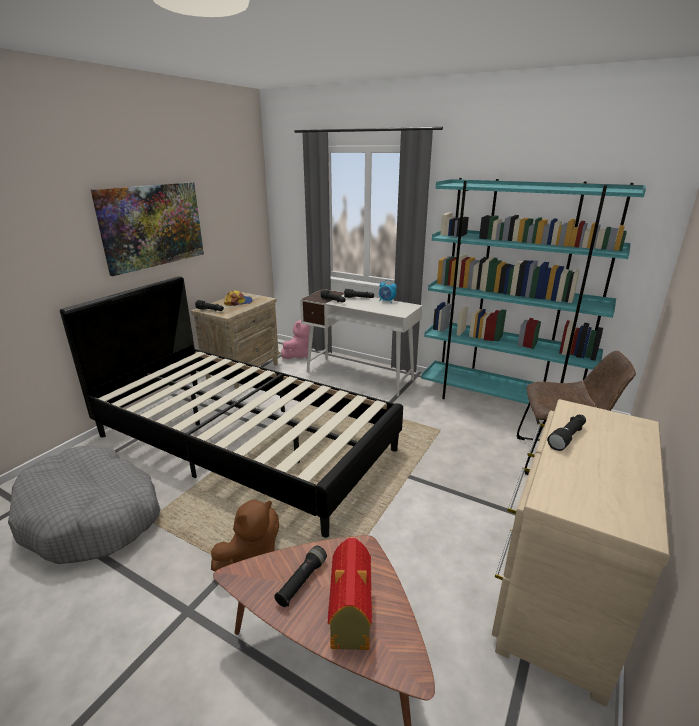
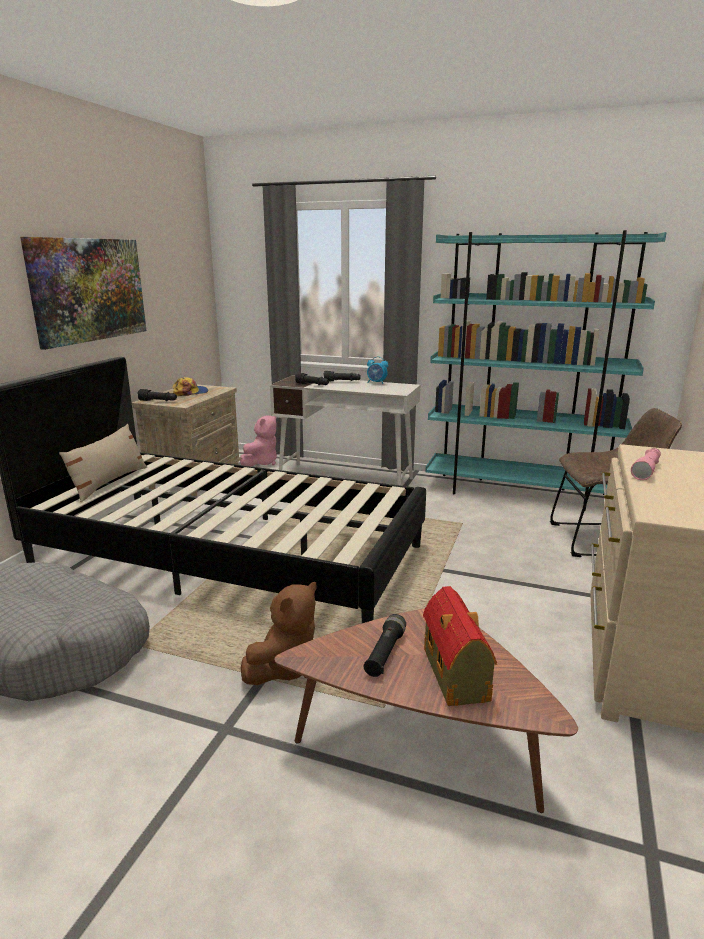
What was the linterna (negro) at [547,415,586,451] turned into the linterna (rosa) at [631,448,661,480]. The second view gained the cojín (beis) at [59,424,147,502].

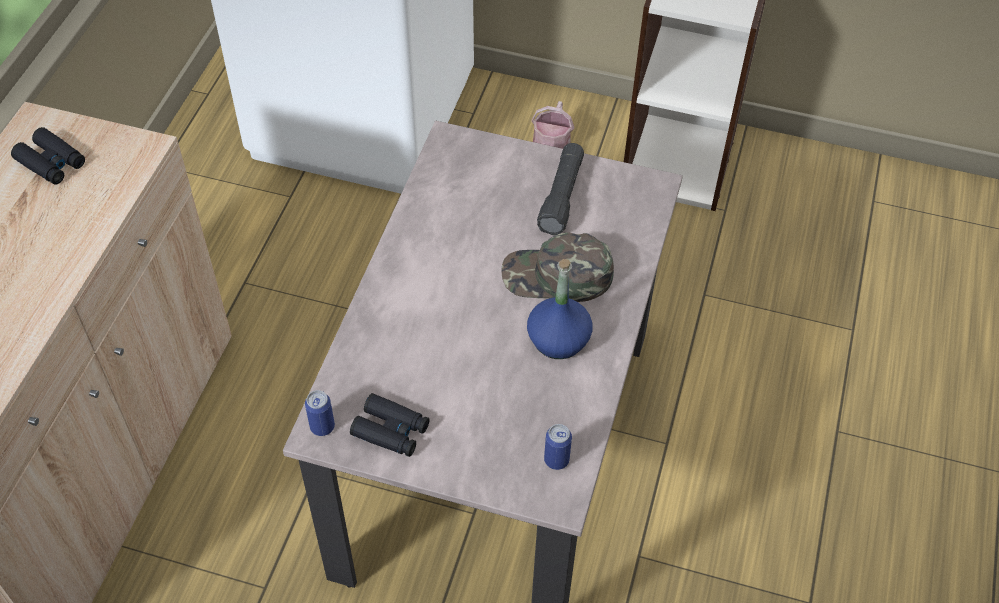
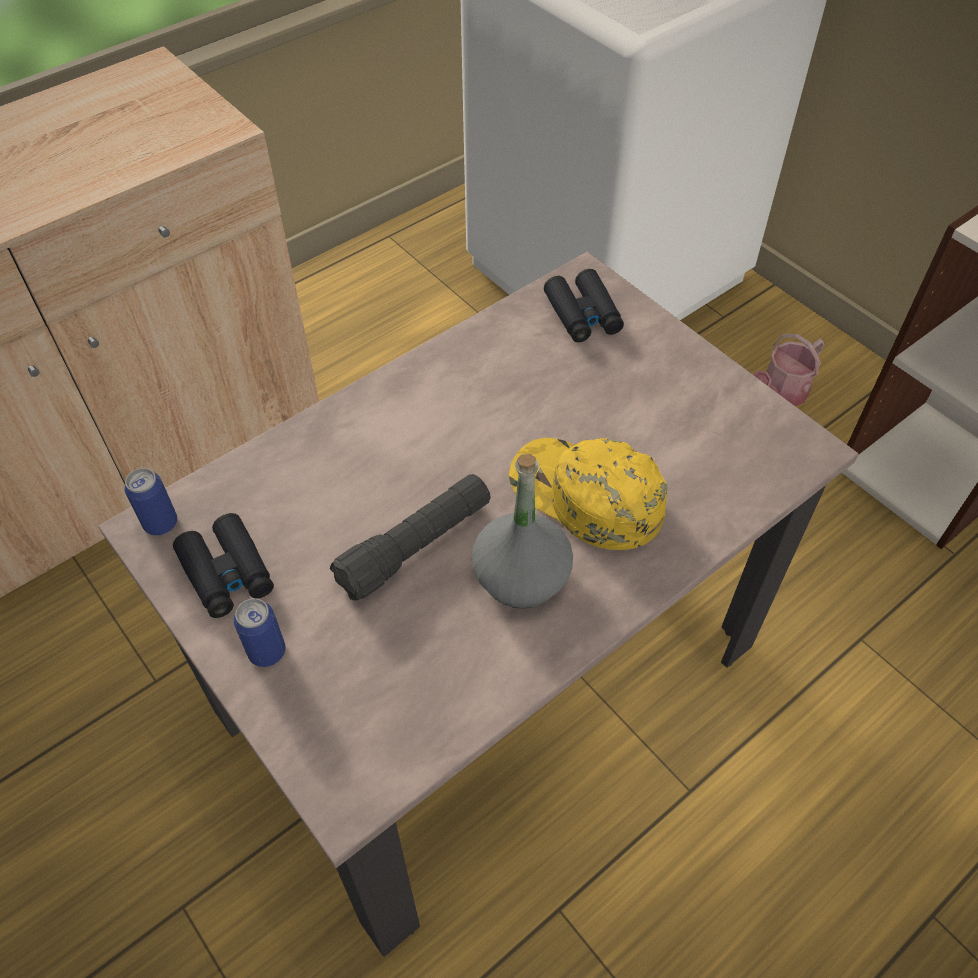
The prismáticos (negro) ended up elsewhere, having gone from [11,127,85,185] to [544,269,624,342]. The linterna (negro) ended up elsewhere, having gone from [537,143,584,236] to [330,474,491,601]. What was the gorra (verde) at [501,232,614,302] turned into the gorra (amarillo) at [509,438,668,550]. What was the botella (azul) at [527,259,592,359] turned into the botella (gris) at [472,454,573,609]. The lata ended up elsewhere, having gone from [544,424,572,470] to [234,598,285,667].

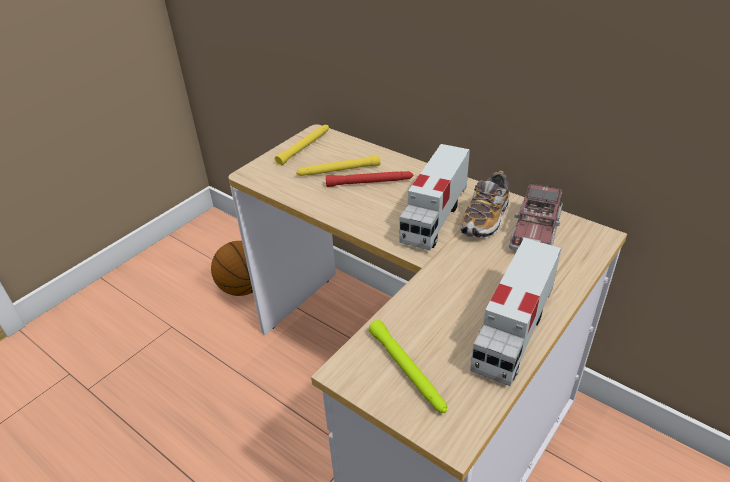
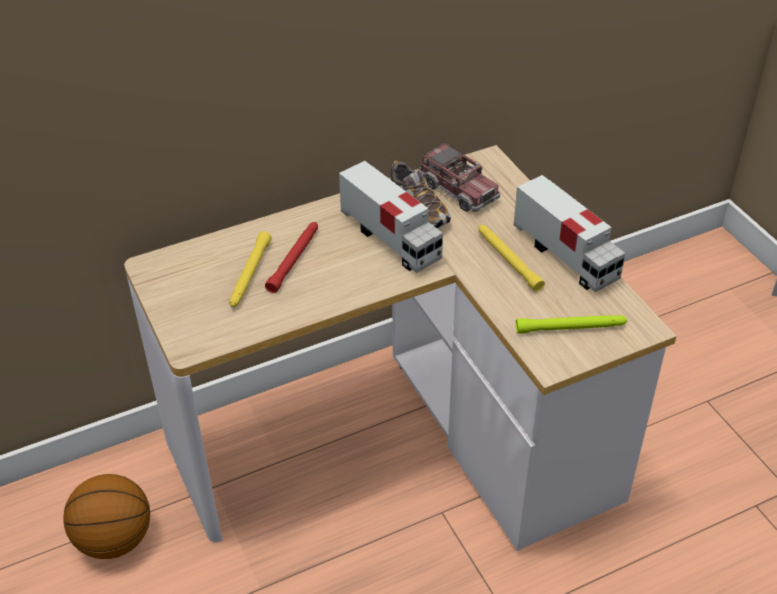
The linterna (amarillo) ended up elsewhere, having gone from [275,125,329,166] to [478,225,545,292].

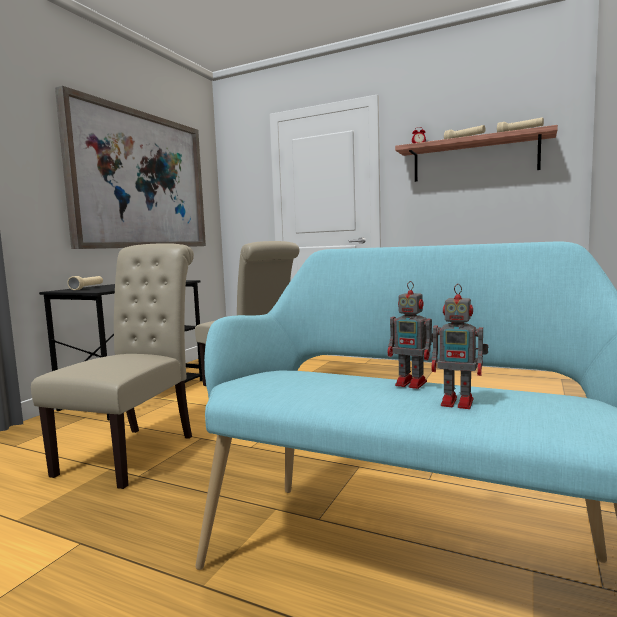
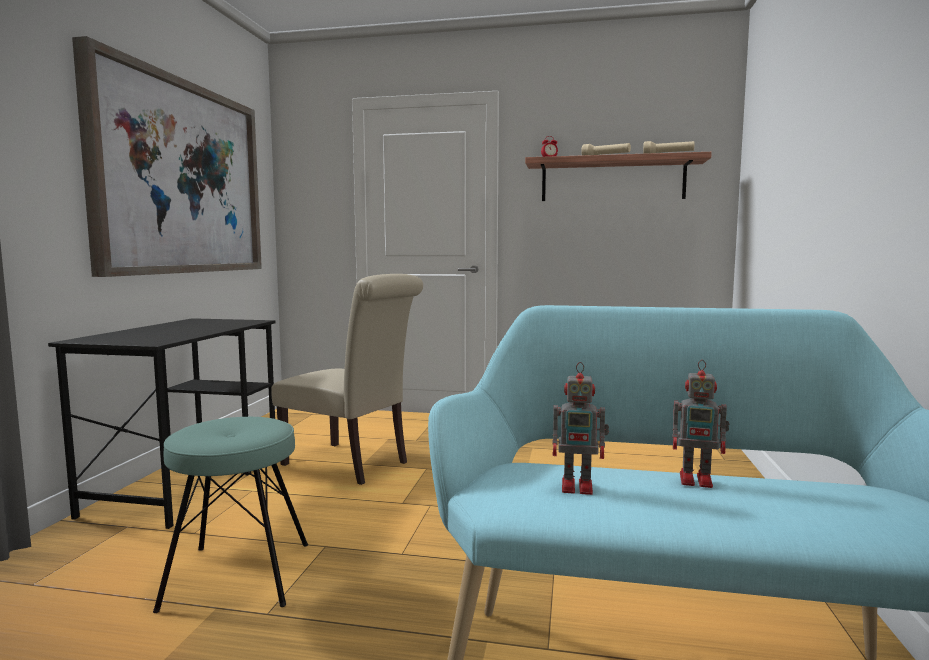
Where the silla (beis) stood at [31,243,194,489], the taburete (turquesa) came to stand at [153,417,308,613]. The second view lost the linterna (beis) at [67,276,103,290]. The robot de juguete ended up elsewhere, having gone from [431,284,488,409] to [552,362,609,495].

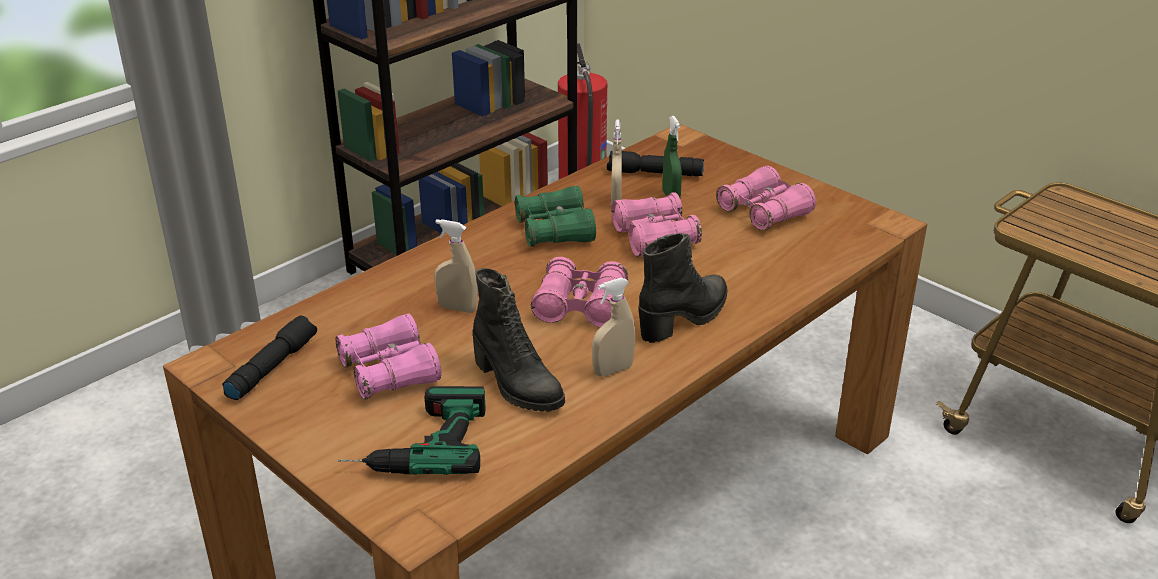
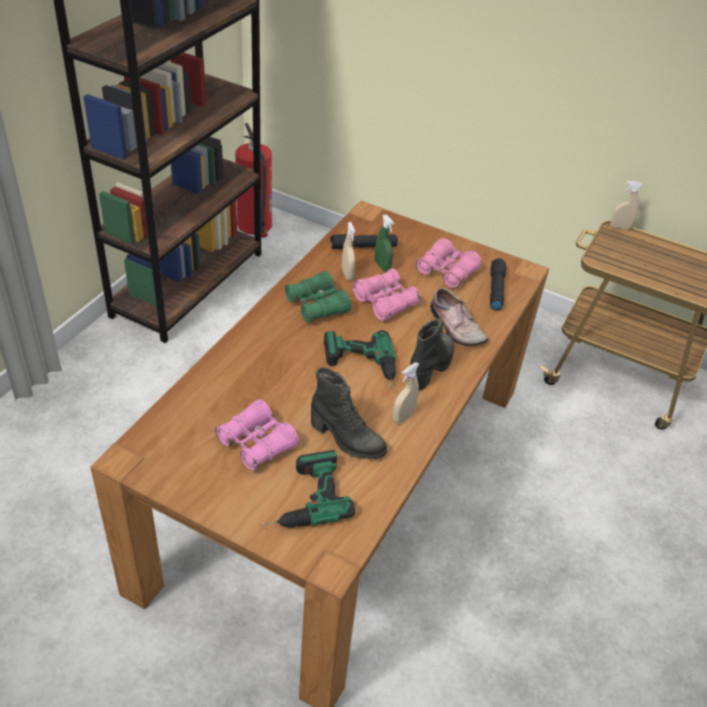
The pulverizador (beis) ended up elsewhere, having gone from [435,219,478,313] to [610,181,643,229]. Where the prismáticos (rosa) stood at [531,257,628,328], the taladro came to stand at [324,330,396,390]. The linterna (negro) ended up elsewhere, having gone from [222,316,317,400] to [490,258,506,310]. The second view gained the zapato at [430,288,488,346].

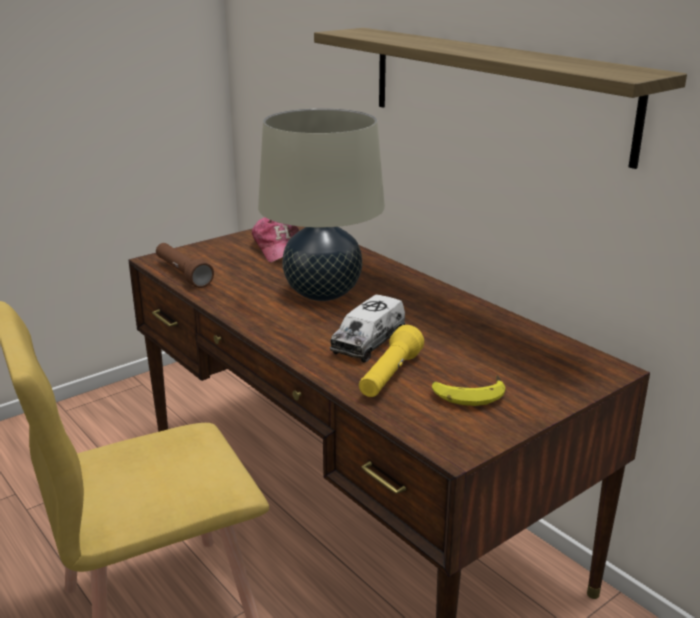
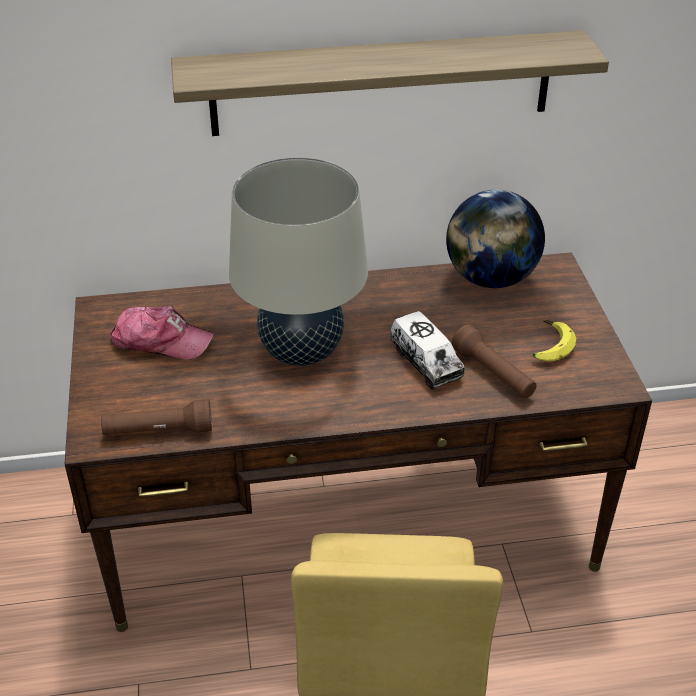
What was the linterna (amarillo) at [359,325,424,397] turned into the linterna (marrón) at [451,324,536,398]. The second view gained the globo terráqueo at [446,189,545,288].

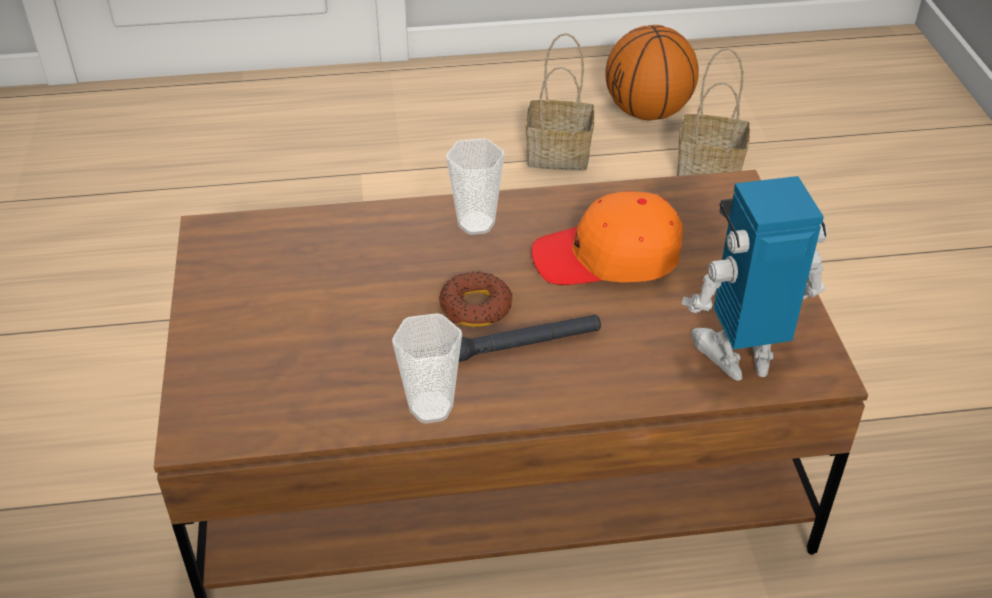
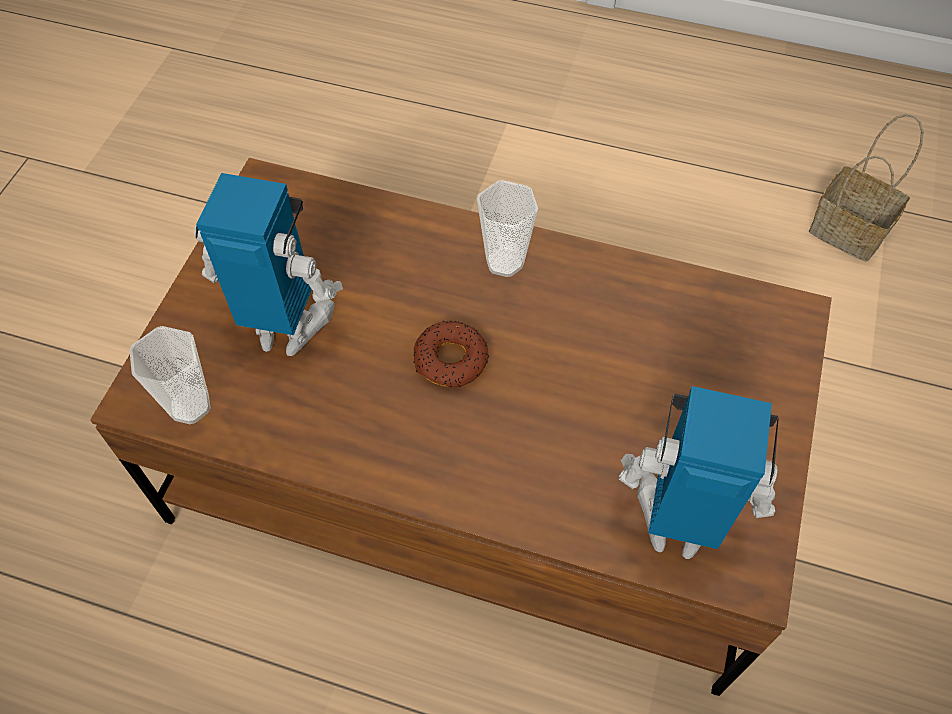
The second view lost the balón de baloncesto at [605,25,699,121]. The second view lost the cesta at [526,33,594,171]. The second view lost the gorra (naranja) at [531,191,683,285]. The taza ended up elsewhere, having gone from [392,313,462,424] to [130,326,211,424]. The second view lost the linterna (negro) at [459,314,601,362]. The second view gained the robot de juguete at [195,173,343,356].

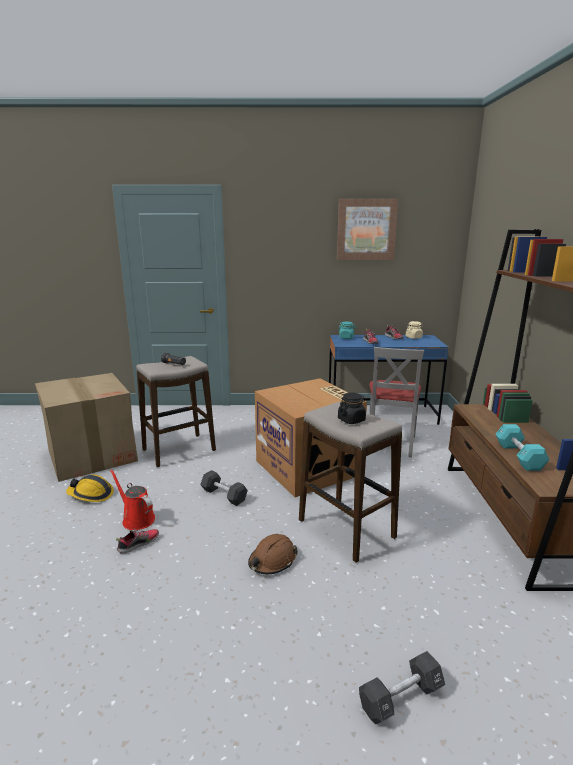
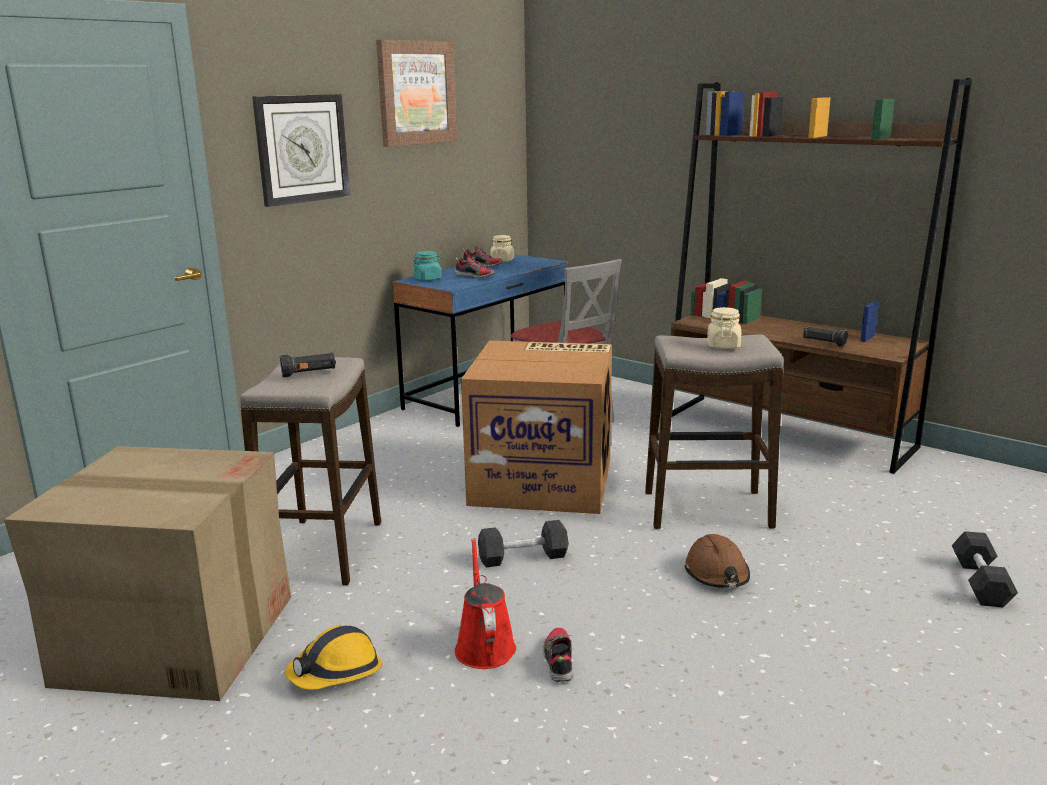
What was the tarro (negro) at [338,392,366,424] turned into the tarro (beis) at [707,307,741,349]. Where the mancuerna (turquesa) stood at [495,424,549,471], the linterna (negro) came to stand at [803,326,848,347]. The regadera (rojo) at [110,469,155,530] ended up facing another way, 90 degrees clockwise from before. The second view gained the reloj de pared at [252,94,350,207].

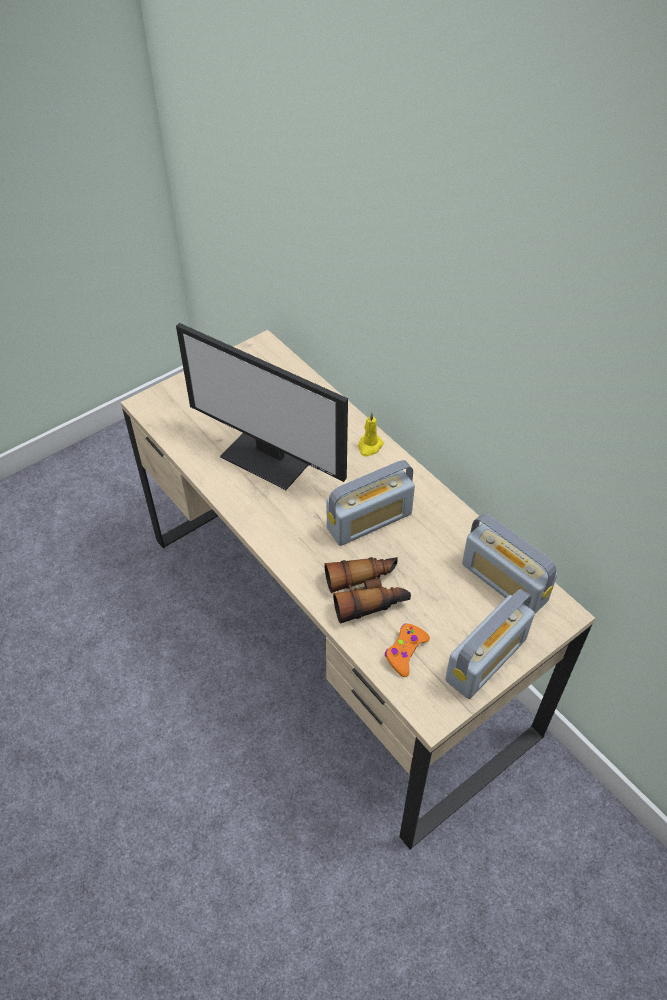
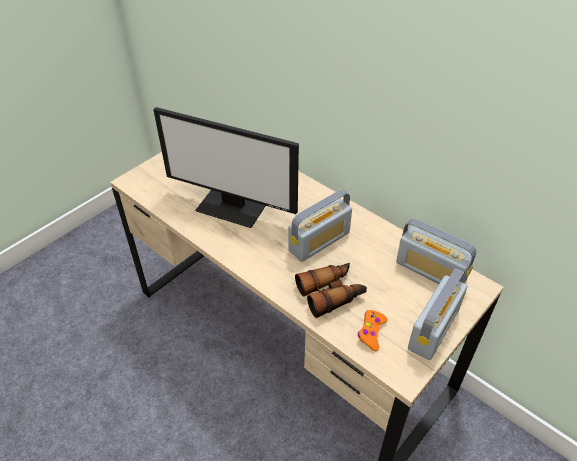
The second view lost the vela (amarillo) at [358,412,384,457].

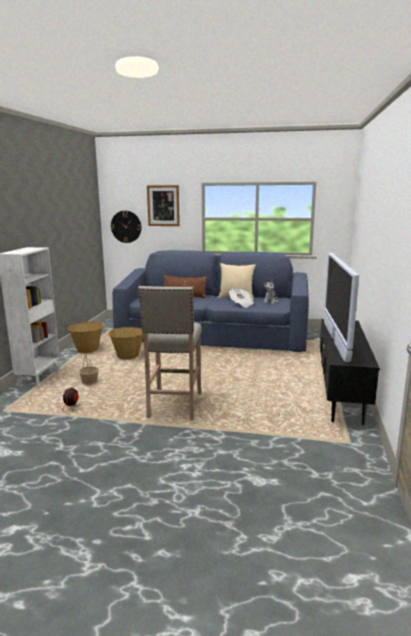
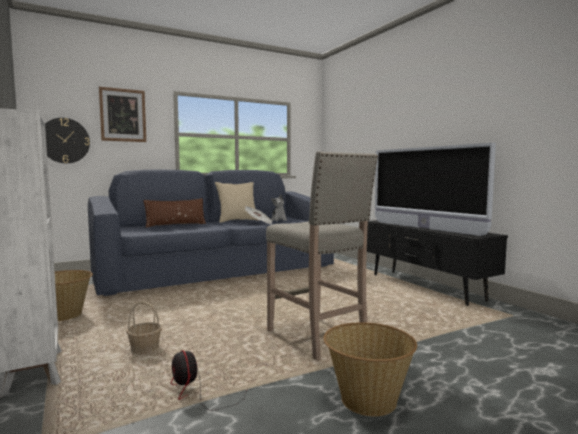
The cesta ended up elsewhere, having gone from [108,327,143,359] to [323,322,417,416].

